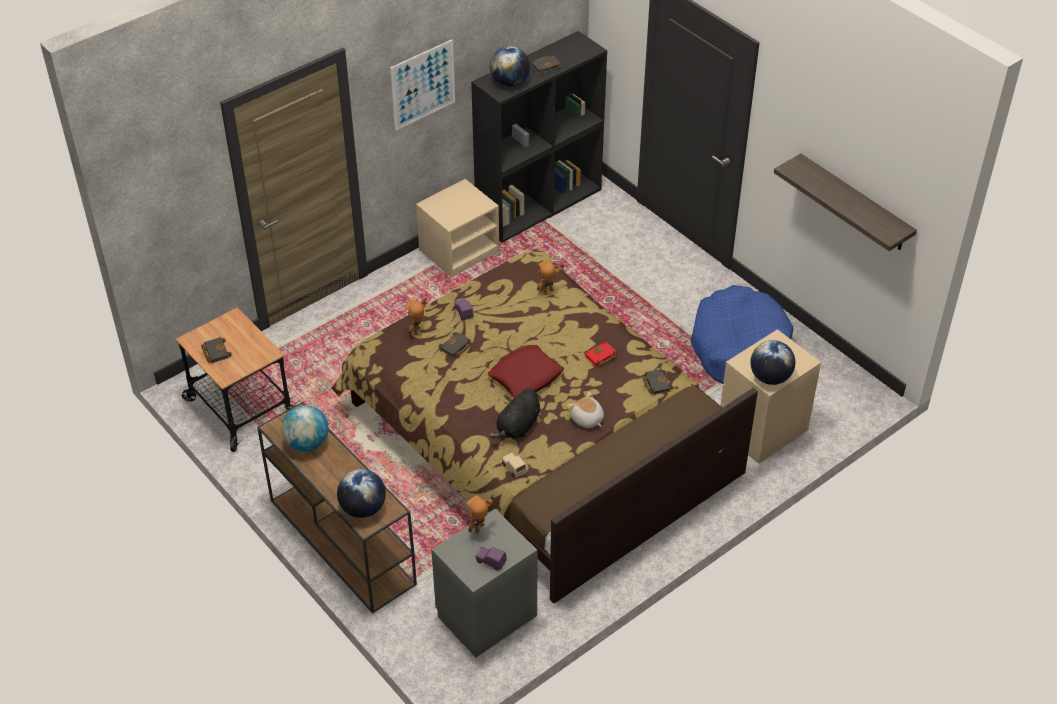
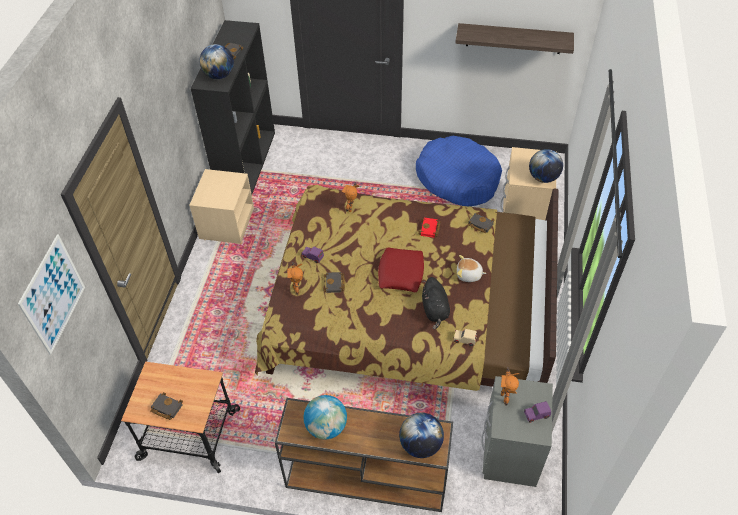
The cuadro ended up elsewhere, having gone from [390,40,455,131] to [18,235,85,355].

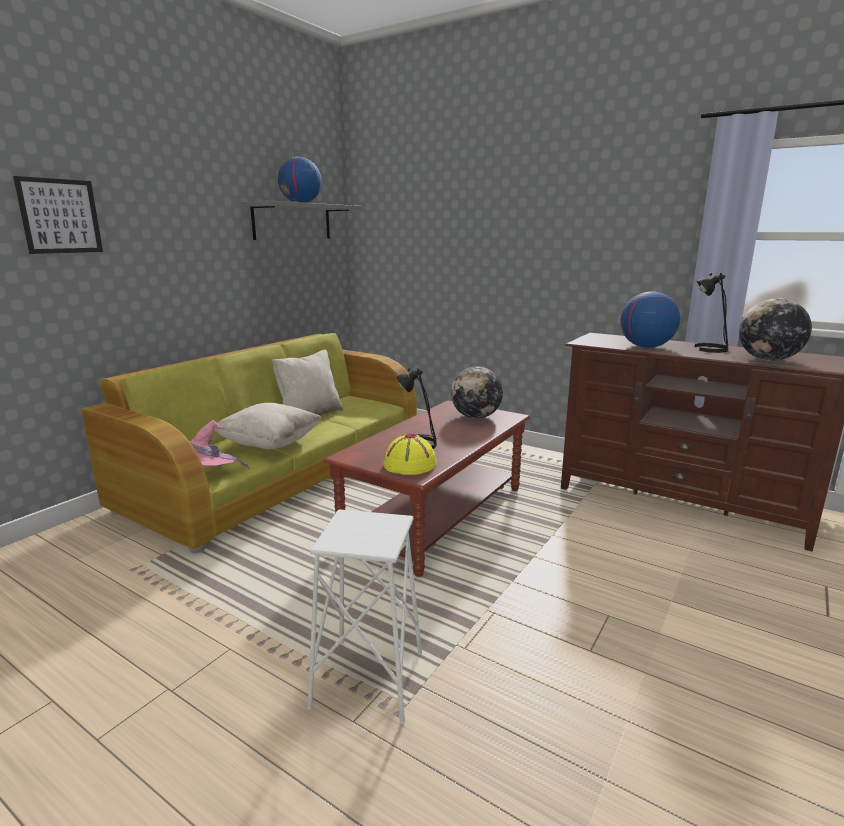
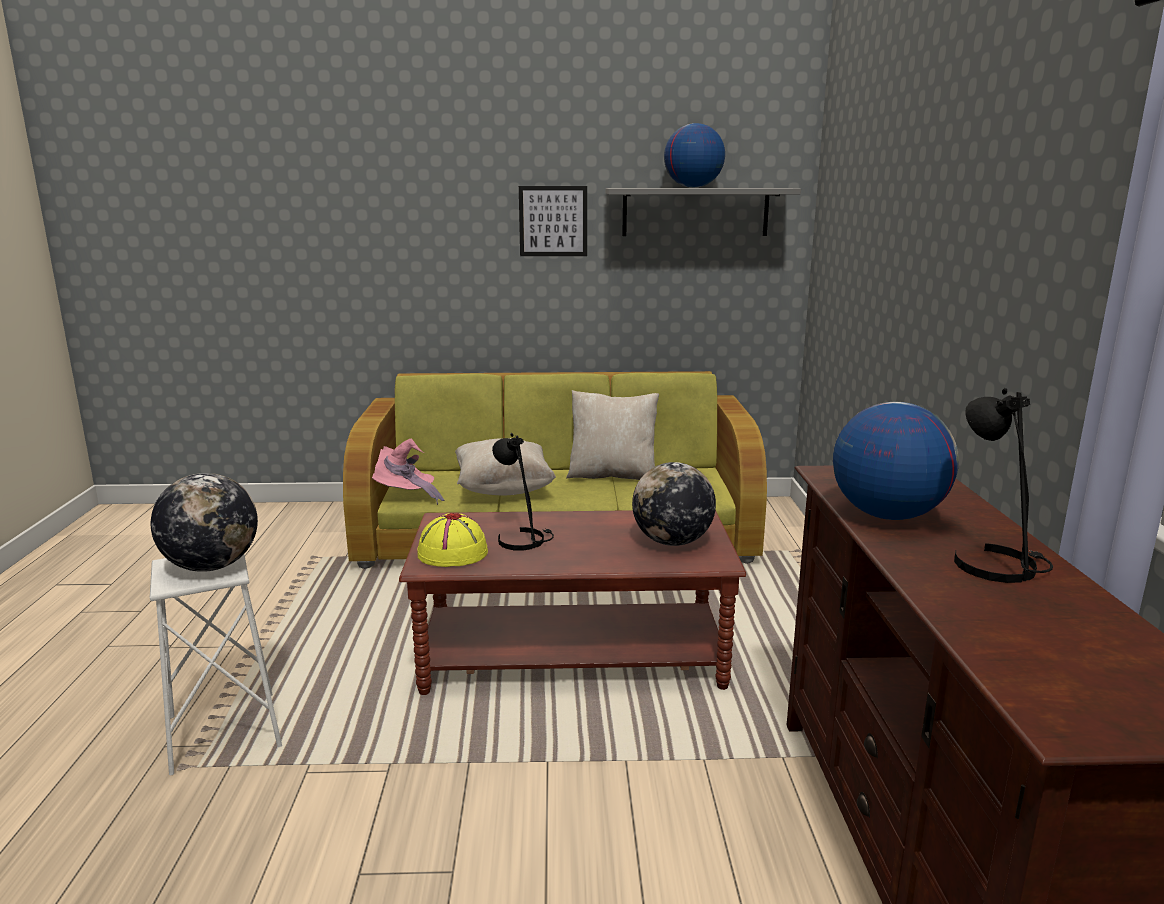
The cuadro ended up elsewhere, having gone from [13,176,103,254] to [519,186,587,256]. The globo terráqueo ended up elsewhere, having gone from [739,298,812,361] to [151,473,258,572].

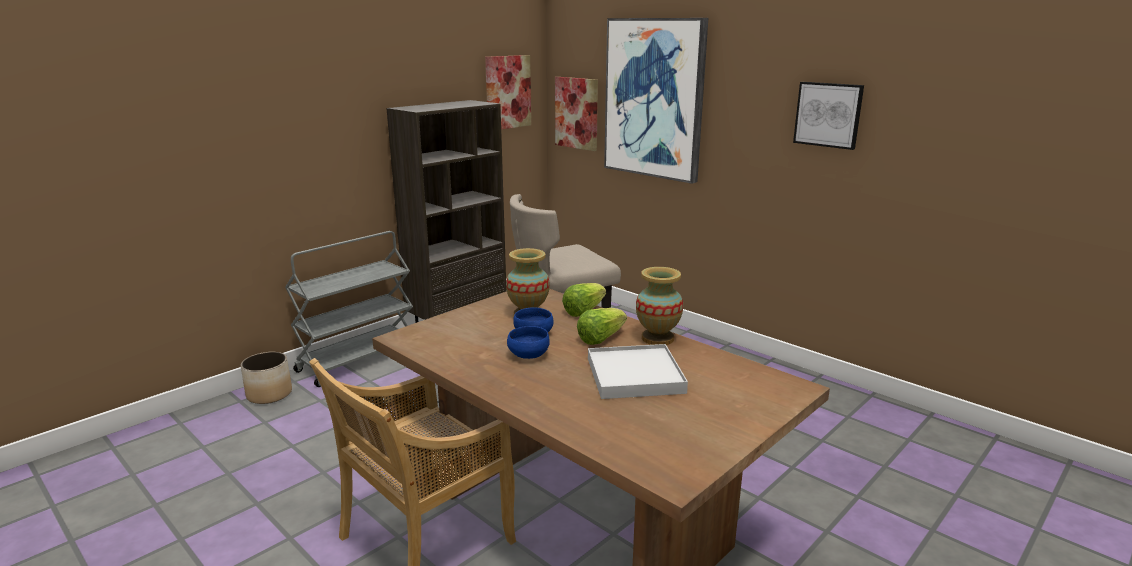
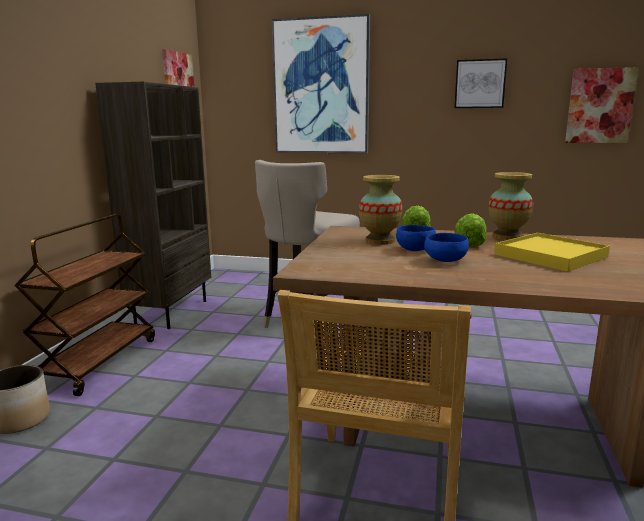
The cuadro ended up elsewhere, having gone from [555,77,598,151] to [565,67,638,143]. What was the carrito (gris) at [285,231,413,387] turned into the carrito (marrón) at [14,214,155,396]. What was the bandeja (blanco) at [588,344,688,399] turned into the bandeja (amarillo) at [494,233,610,272].

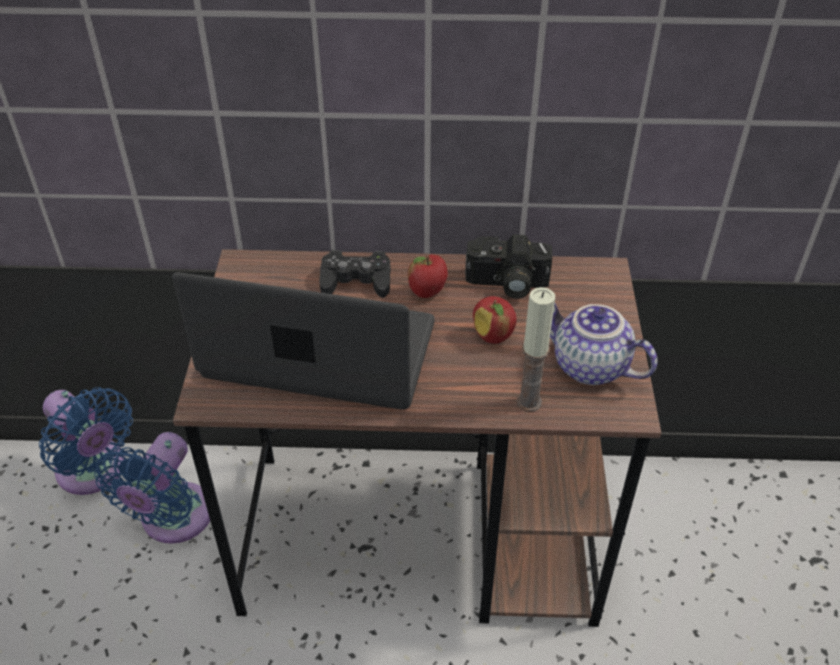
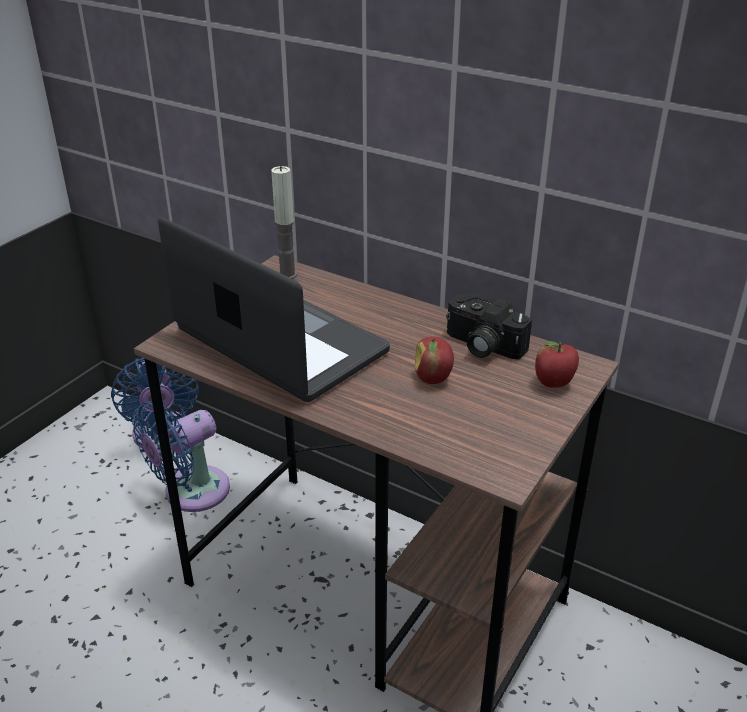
The second view lost the mando de consola (negro) at [319,250,391,298]. The manzana ended up elsewhere, having gone from [408,254,448,298] to [535,341,579,388]. The vela ended up elsewhere, having gone from [517,287,555,412] to [271,166,297,279]. The second view lost the tetera at [550,303,658,385].

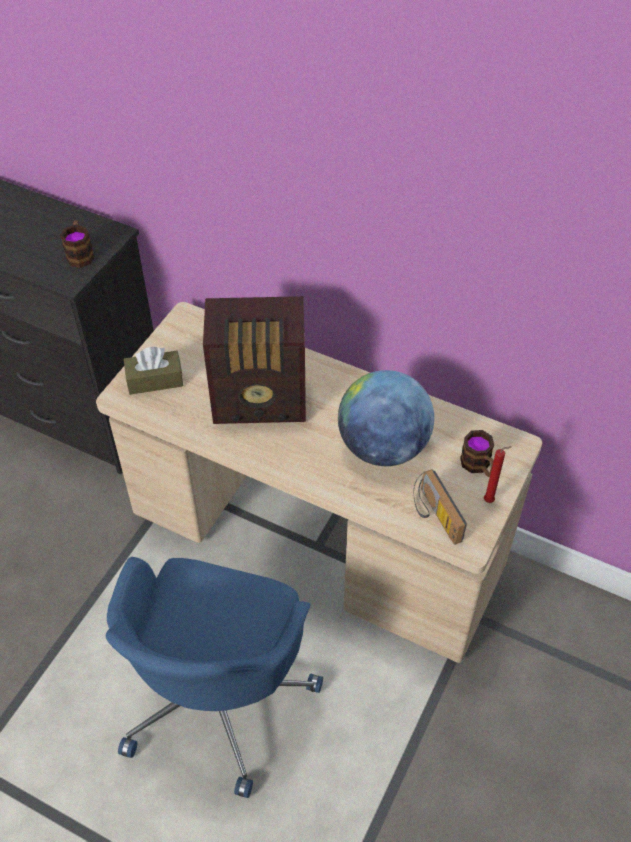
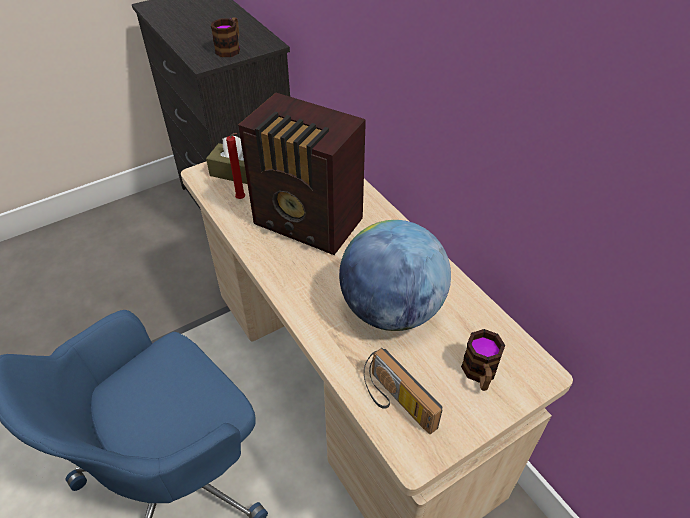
The vela (rojo) ended up elsewhere, having gone from [484,446,512,503] to [226,133,245,199]. The radio at [413,469,467,545] ended up facing another way, 45 degrees counterclockwise from before.

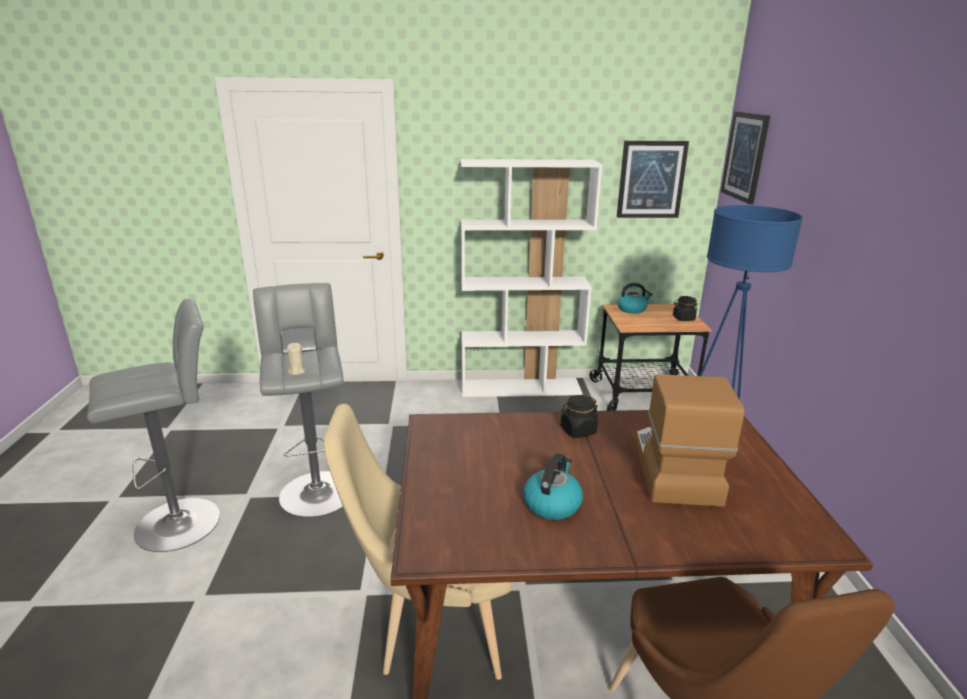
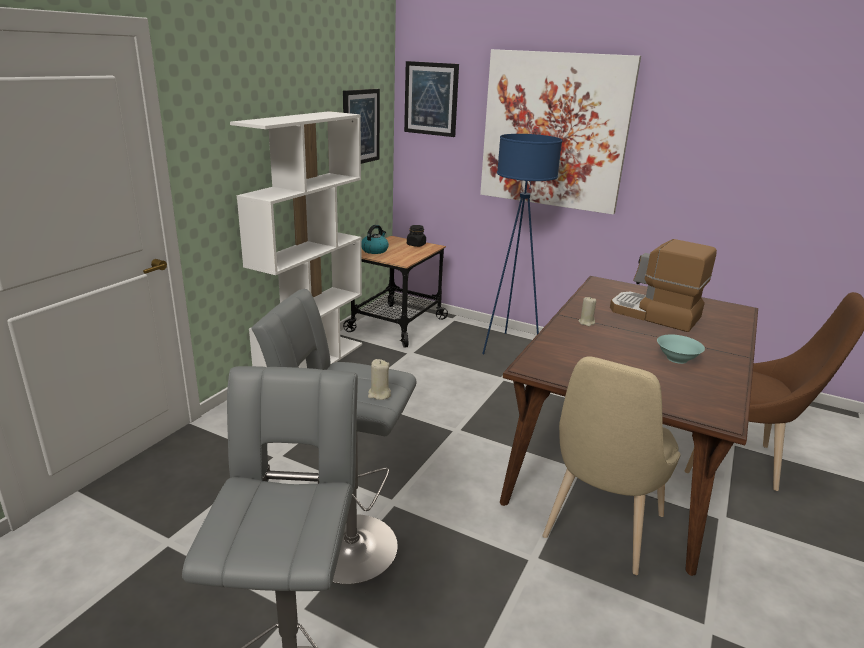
Where the tarro (negro) stood at [561,395,598,438], the vela (beis) came to stand at [578,296,596,326]. Where the hervidor stood at [523,453,583,520], the cuenco (turquesa) came to stand at [657,335,705,364]. The second view gained the cuadro at [480,49,641,215].

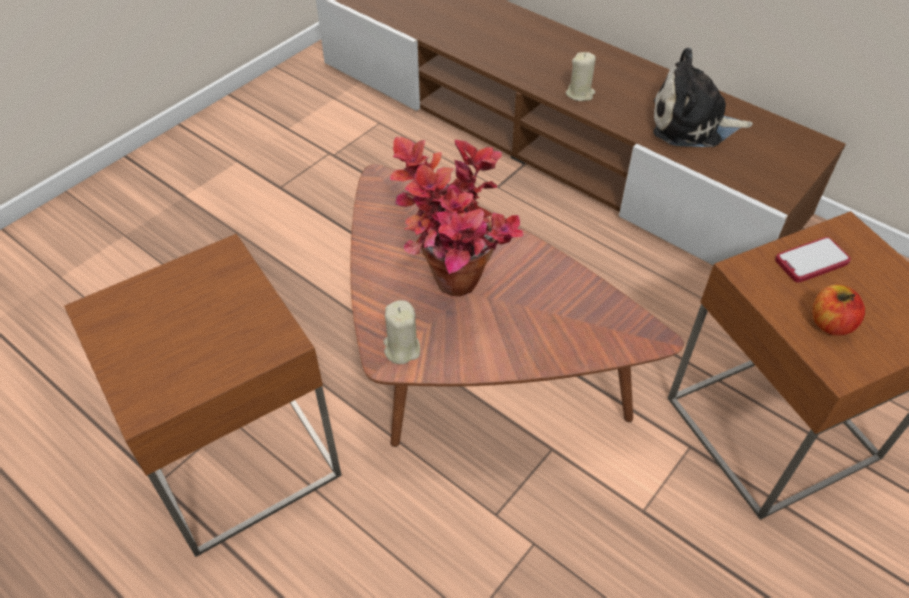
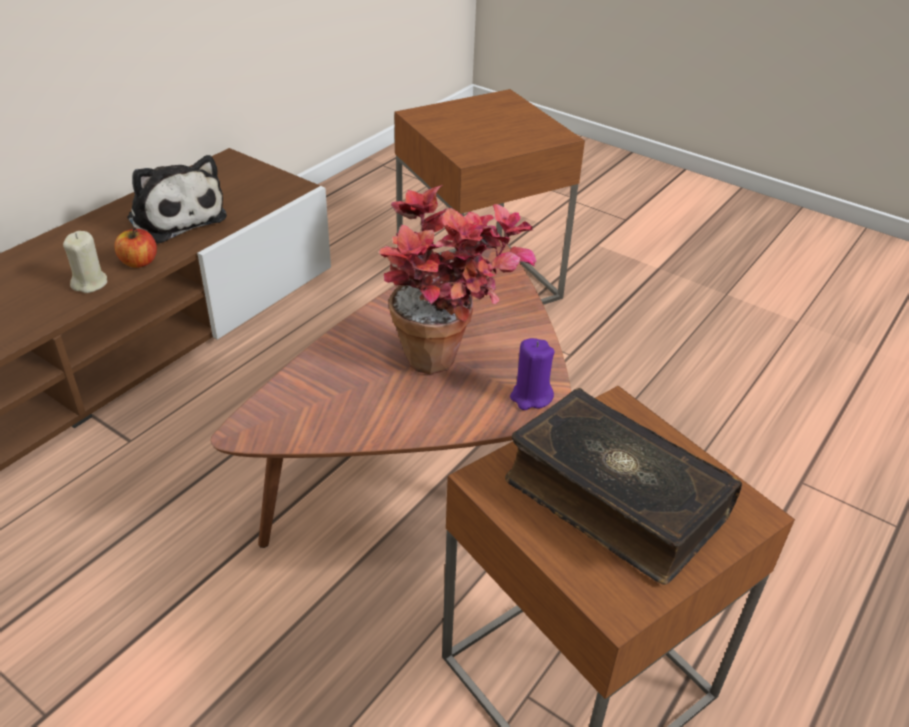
The peluche at [653,48,753,147] ended up facing another way, 45 degrees counterclockwise from before. The second view lost the móvil at [775,237,851,283]. The manzana ended up elsewhere, having gone from [813,285,865,335] to [114,227,157,268]. What was the vela (beis) at [384,300,420,364] turned into the vela (morado) at [510,338,555,410]. The second view gained the libro at [505,388,742,585].

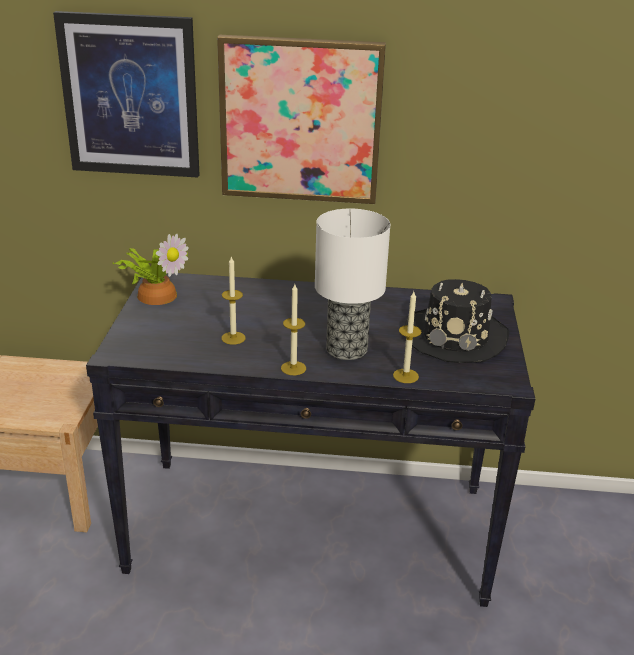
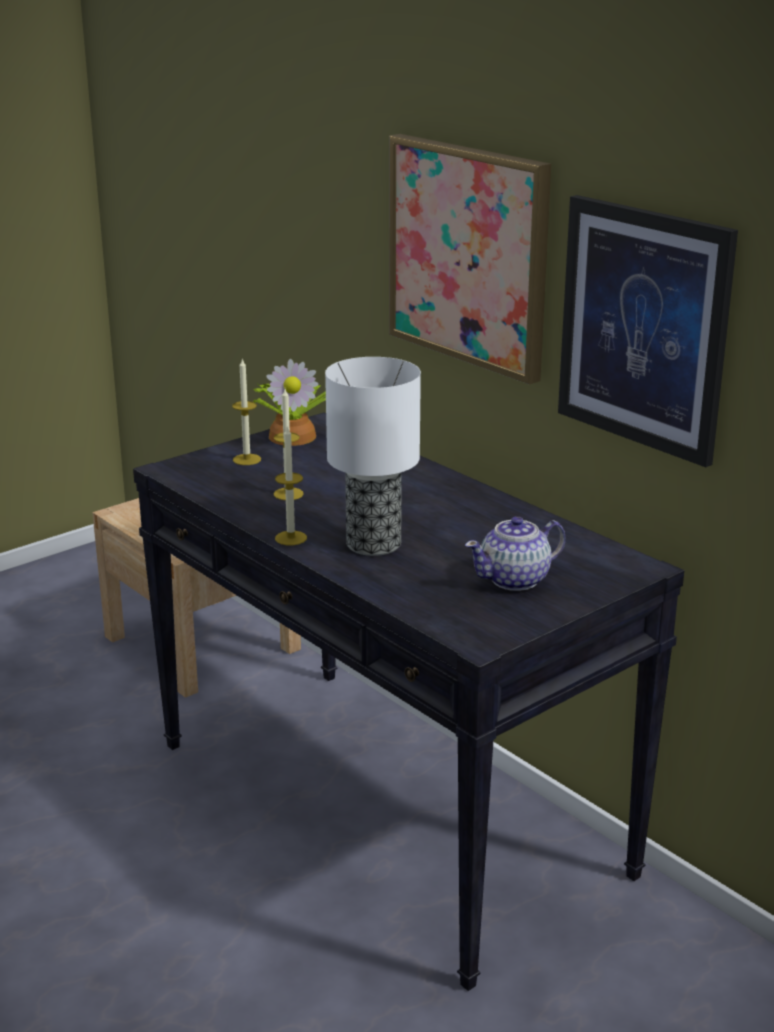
The cuadro ended up elsewhere, having gone from [53,11,200,177] to [558,195,738,467]. Where the sombrero (negro) stood at [405,279,509,363], the tetera came to stand at [465,516,565,591]. The vela ended up elsewhere, having gone from [393,292,421,383] to [232,359,261,465].

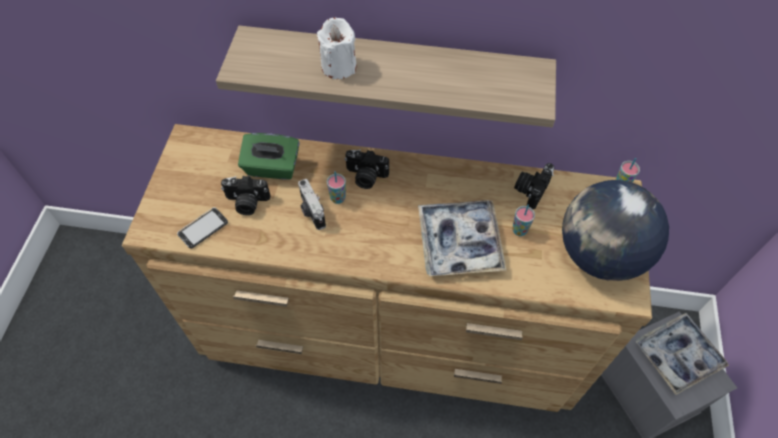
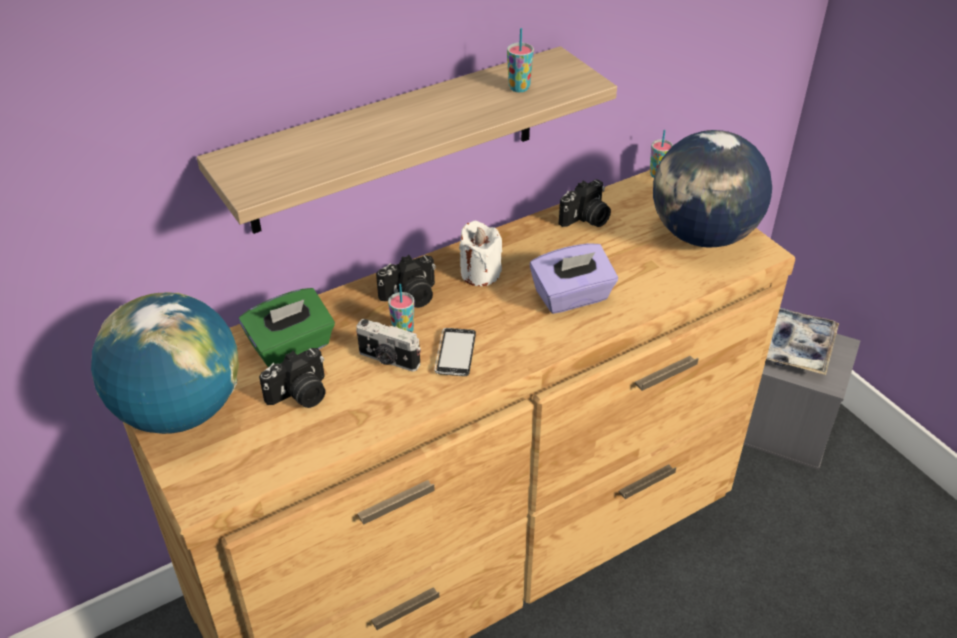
The vela (blanco) ended up elsewhere, having gone from [317,17,357,79] to [459,220,502,286]. The cámara at [514,163,555,209] ended up facing another way, 120 degrees counterclockwise from before. Where the bandeja stood at [418,200,507,276], the caja de pañuelos (morado) came to stand at [530,243,618,314]. The taza ended up elsewhere, having gone from [512,204,535,236] to [507,28,534,92]. The móvil ended up elsewhere, having gone from [177,207,228,249] to [435,328,476,376]. The second view gained the globo terráqueo at [91,292,239,434].

